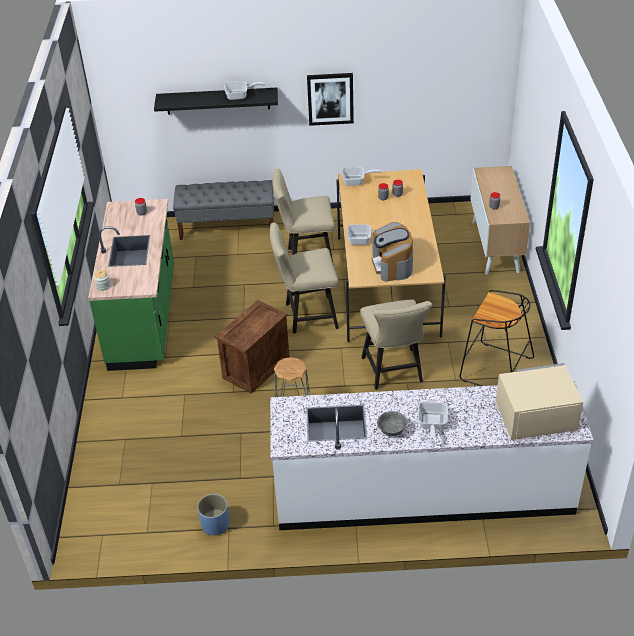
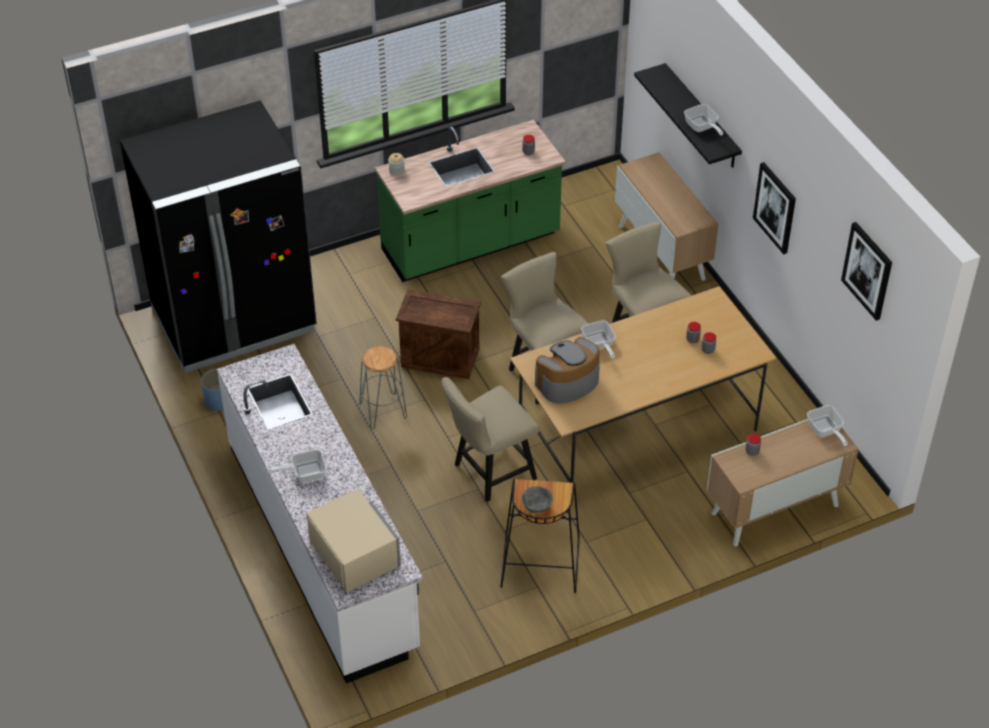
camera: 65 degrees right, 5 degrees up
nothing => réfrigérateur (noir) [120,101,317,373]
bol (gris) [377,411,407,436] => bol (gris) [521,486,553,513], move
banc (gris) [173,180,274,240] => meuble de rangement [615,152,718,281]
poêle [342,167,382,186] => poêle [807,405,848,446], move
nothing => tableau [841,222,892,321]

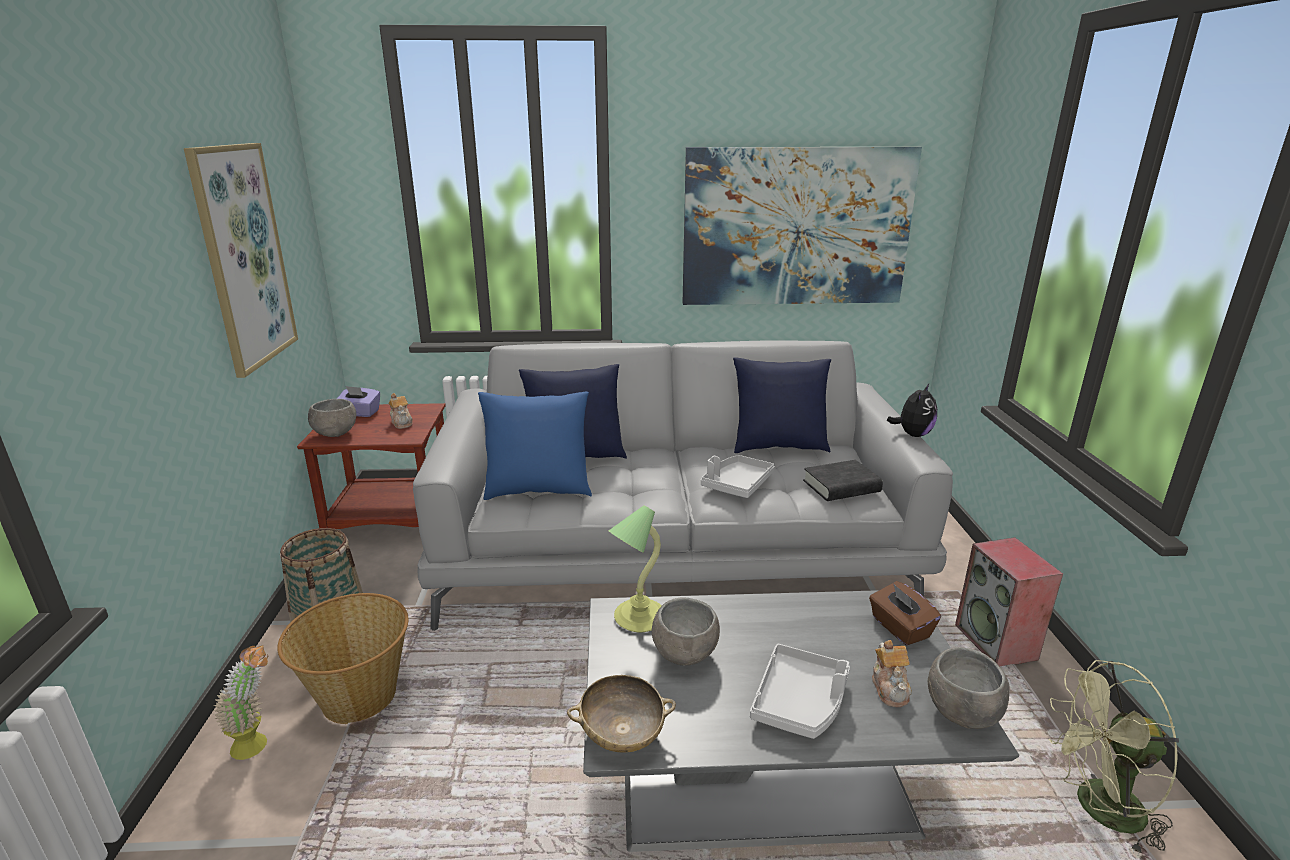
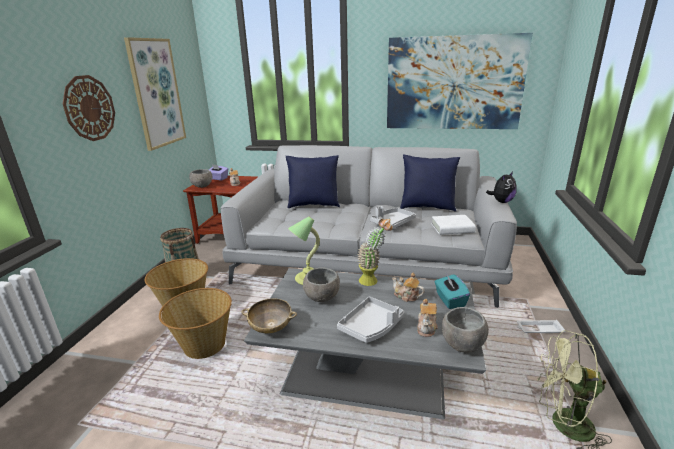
camera: 15 degrees right, 0 degrees up
nothing => horloge murale [63,75,115,141]
nothing => panier [159,288,232,359]
plante en pot [213,645,268,760] => plante en pot [357,218,393,286], move
nothing => théière [392,273,425,302]
livre (noir) [803,460,883,501] => livre (blanc) [431,215,476,235]
boîte à mouchoirs (marron) [869,581,941,645] => boîte à mouchoirs (turquoise) [435,274,470,309]
enceinte [955,537,1063,667] => plateau (blanc) [517,320,565,333]
coussin (bleu) [478,392,592,500] => nothing

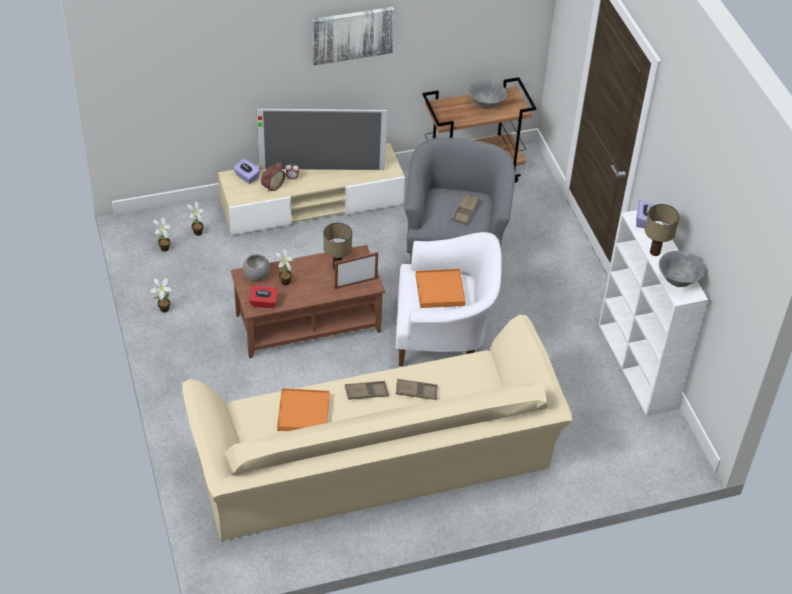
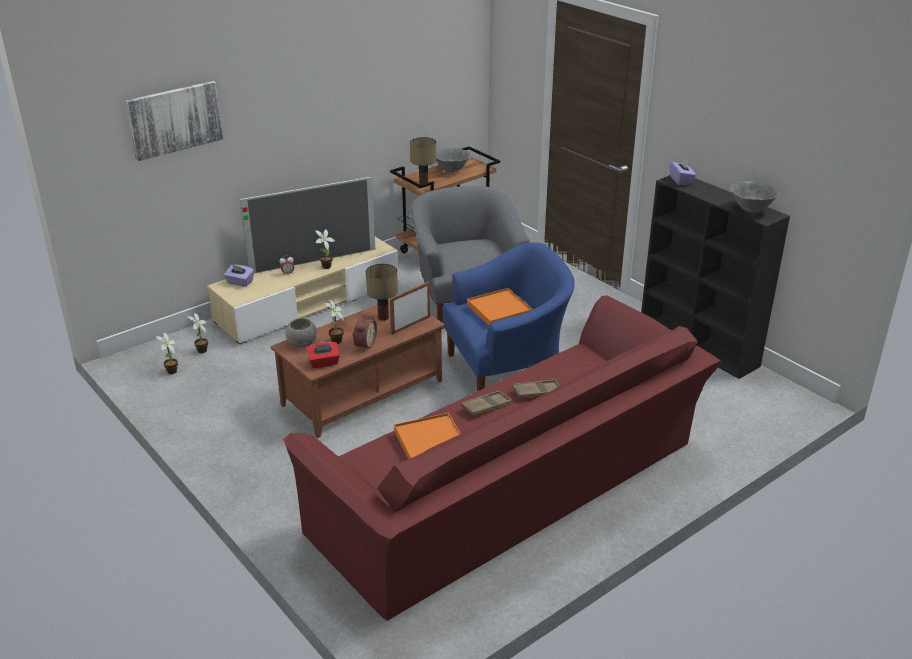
camera: 20 degrees left, 15 degrees down
tableau [312,7,395,65] => tableau [125,81,224,161], move
canapé (beige) [182,315,572,541] => canapé (rouge) [283,295,722,621]
plante en pot [150,277,173,313] => plante en pot [315,229,335,269], move
réveil [261,162,285,192] => réveil [352,311,377,351], move
lampe de table [645,204,679,256] => lampe de table [410,137,436,185], move
fauteuil (blanc) [395,232,502,366] => fauteuil (bleu) [442,242,575,391]
bibliothèque (blanc) [599,210,708,417] => bibliothèque (noir) [641,175,790,379]
plateau (marron) [452,193,480,225] => nothing

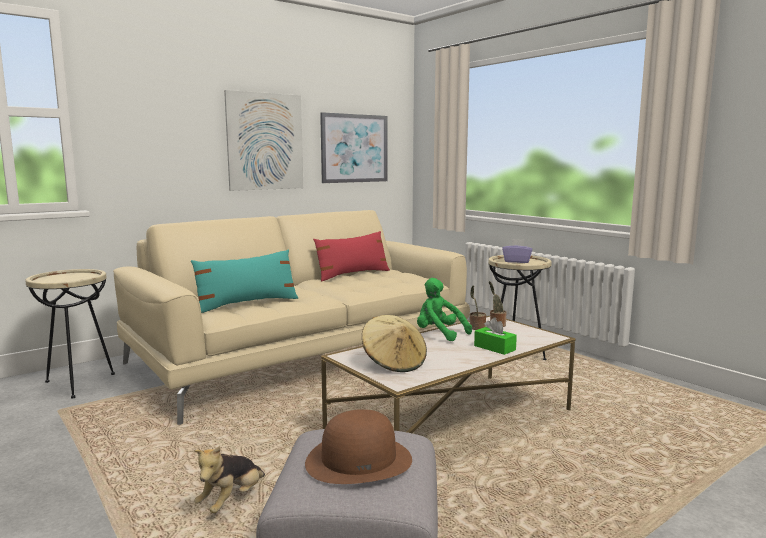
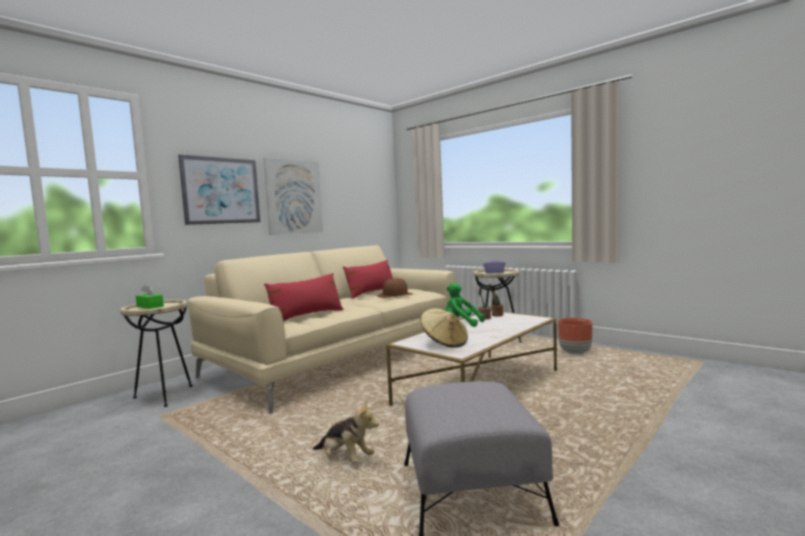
camera: 10 degrees left, 5 degrees down
boîte à mouchoirs (vert) [474,318,517,355] => boîte à mouchoirs (vert) [136,284,164,309], move
tableau [320,112,388,183] => tableau [178,155,260,225], move
coussin (turquoise) [191,249,298,313] => coussin (rouge) [264,273,344,321]
peluche [194,446,265,513] => peluche [313,400,379,463], 75 degrees counterclockwise
chapeau (marron) [305,409,412,484] => chapeau (marron) [377,278,413,298], move
nothing => cache-pot (marron) [558,318,592,355]

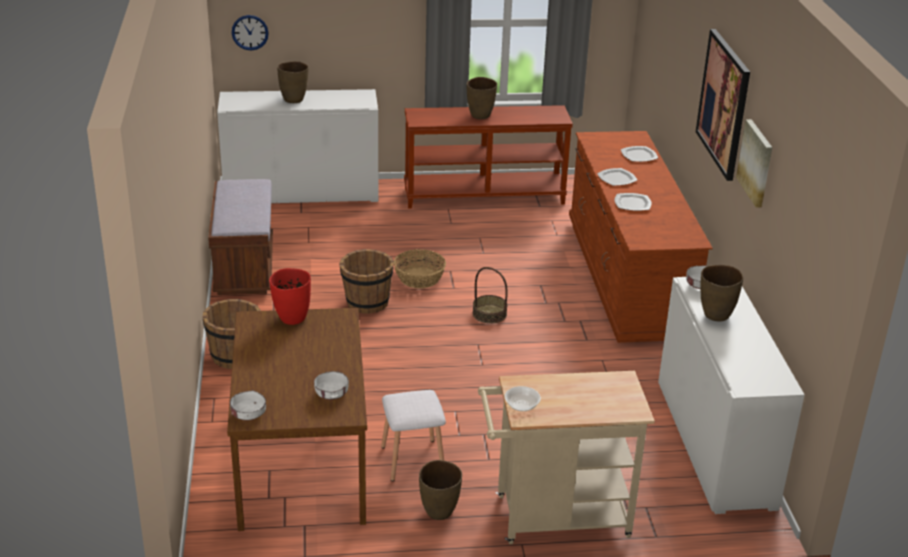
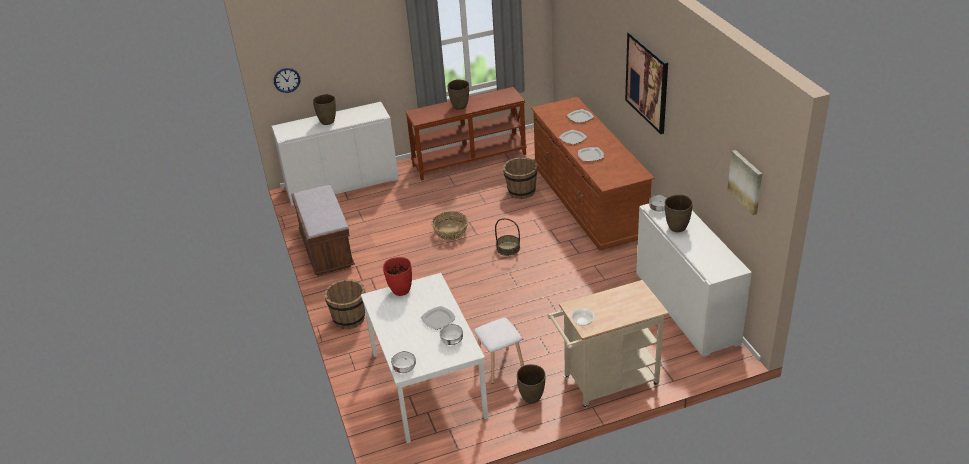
camera: 10 degrees left, 5 degrees up
table à manger (marron) [227,308,367,531] => table à manger (blanc) [361,273,488,443]
nothing => assiette [421,306,456,330]
seau (marron) [339,249,394,314] => seau (marron) [503,157,538,199], move
tableau [736,119,772,207] => tableau [727,150,762,215], move

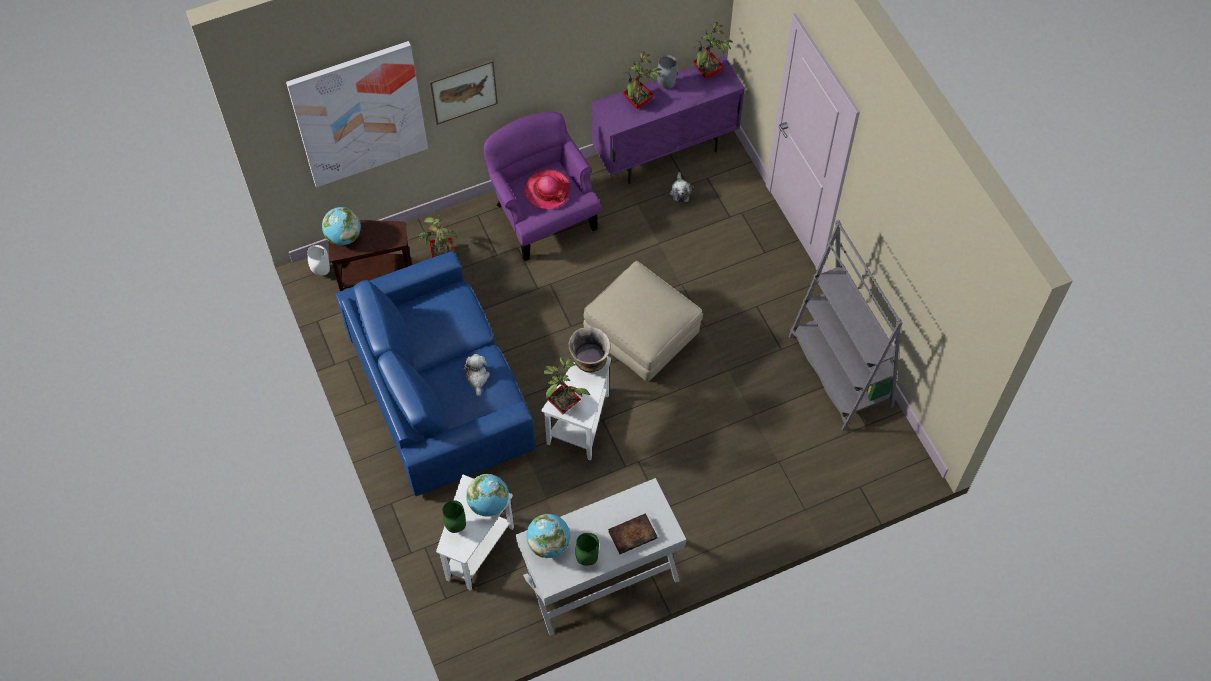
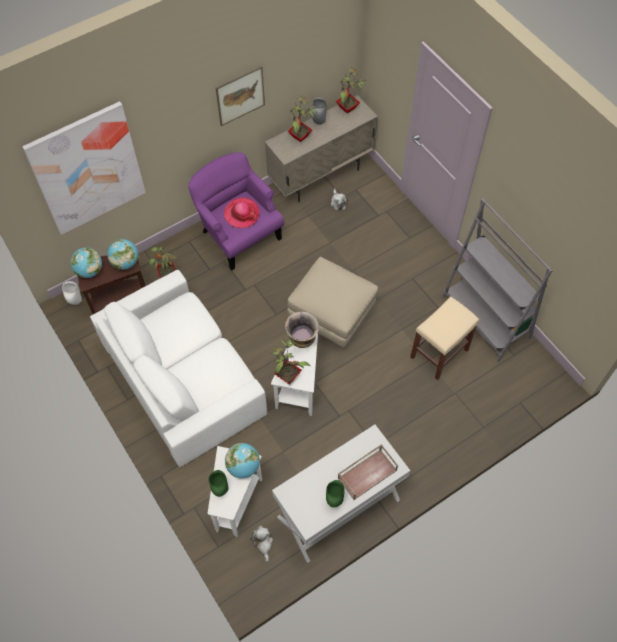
camera: 10 degrees left, 0 degrees up
canapé (bleu) [336,251,535,496] => canapé (blanc) [90,270,267,467]
globe [527,514,570,558] => globe [107,239,138,270], move
tableau [429,60,498,125] => tableau [216,66,265,126], move
peluche [463,354,490,396] => peluche [250,526,273,562], move
meuble de rangement (violet) [591,55,745,184] => meuble de rangement (beige) [265,95,378,202]
livre [608,513,658,554] => plateau (marron) [338,444,398,500]
nothing => tabouret (beige) [410,297,479,380]

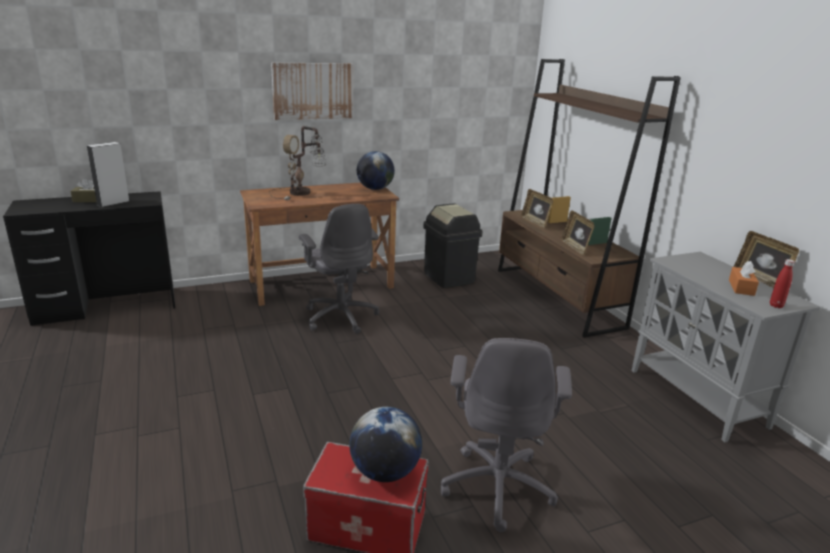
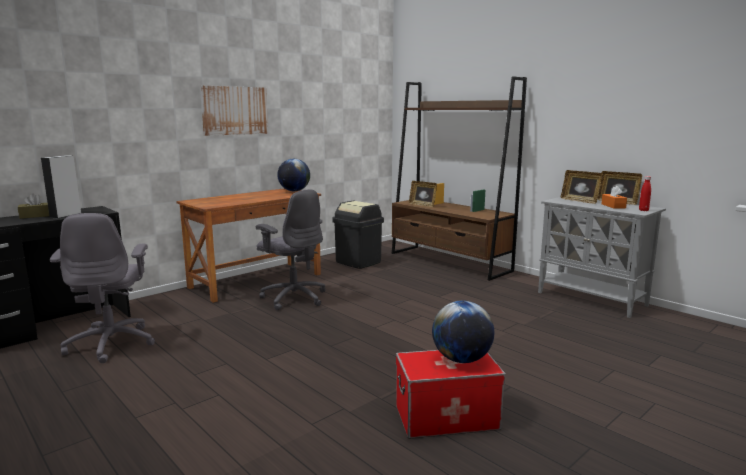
camera: 20 degrees left, 10 degrees down
chaise de bureau (gris) [440,338,572,532] => chaise de bureau (gris) [50,213,155,363], move
cadre photo [561,210,595,255] => cadre photo [561,170,602,204], move
lampe de table [269,126,325,200] => nothing

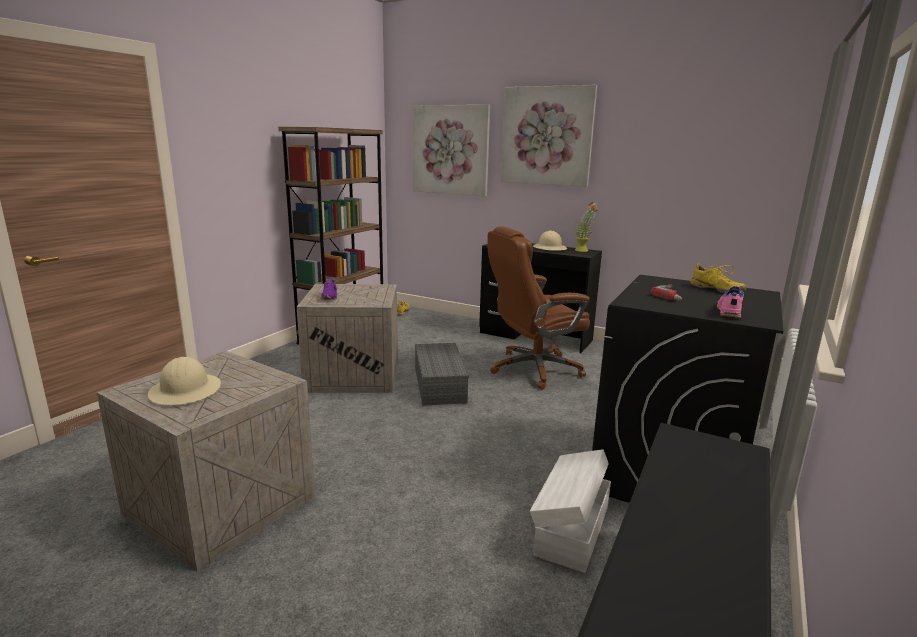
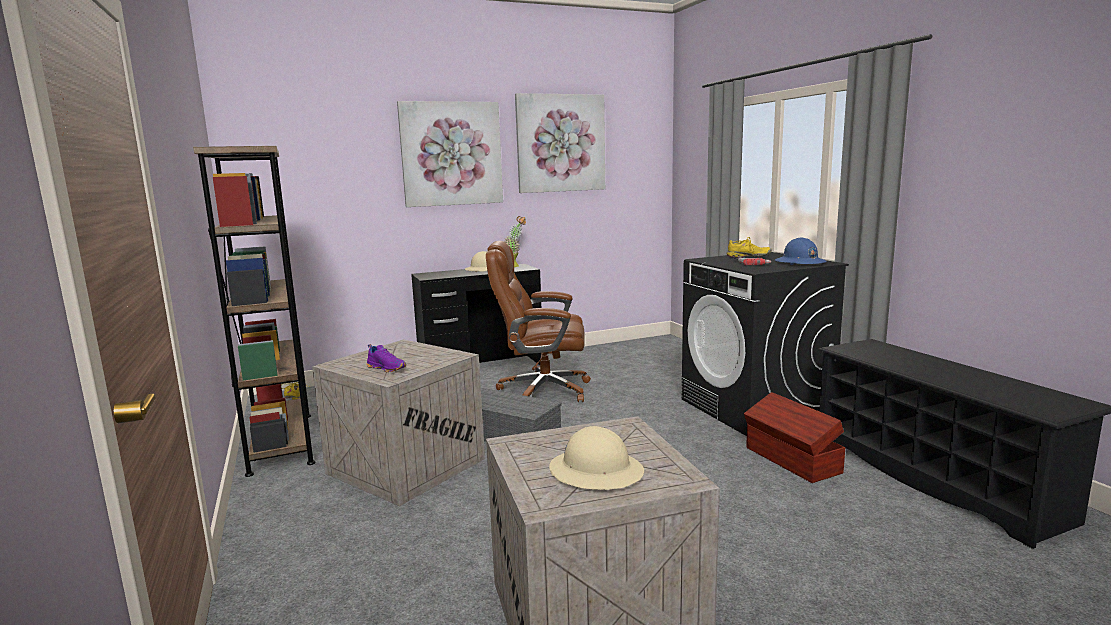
camera: 50 degrees left, 5 degrees down
chaise de bureau (marron) [487,226,590,389] => chaise de bureau (marron) [486,241,591,402], 75 degrees clockwise
tableau [413,105,490,196] => tableau [515,93,605,193], move
boîte de rangement (blanc) [530,449,611,573] => boîte de rangement (marron) [744,392,846,483]
chaussure (rose) [717,286,744,318] => casque de chantier (bleu) [775,238,827,265]

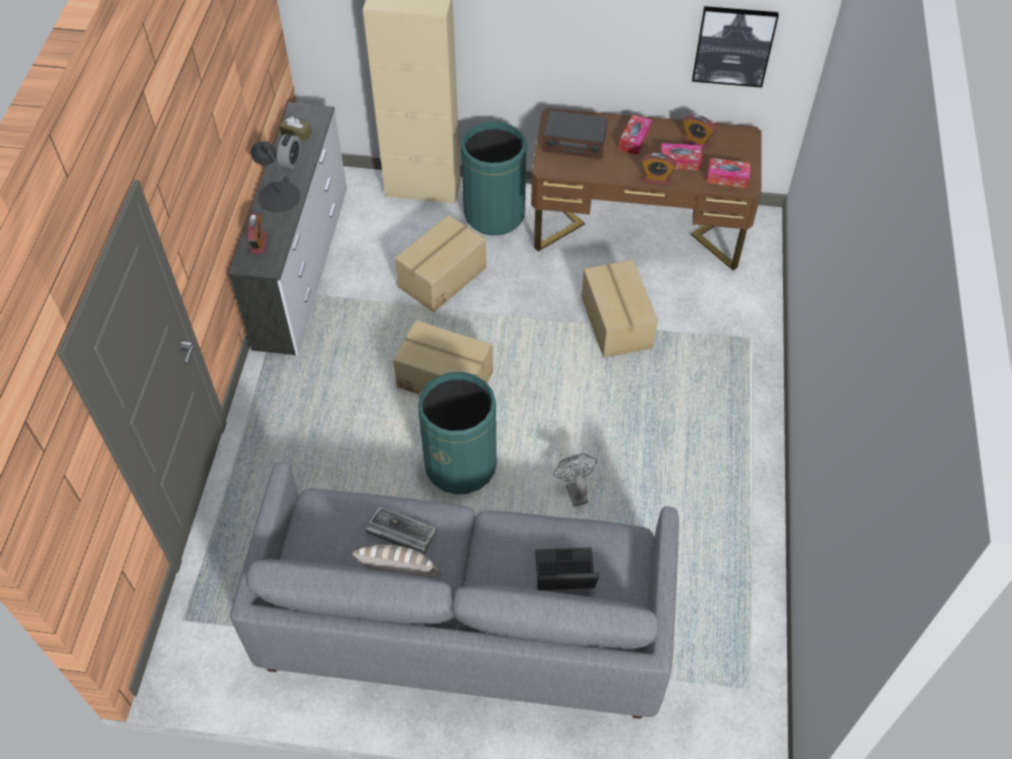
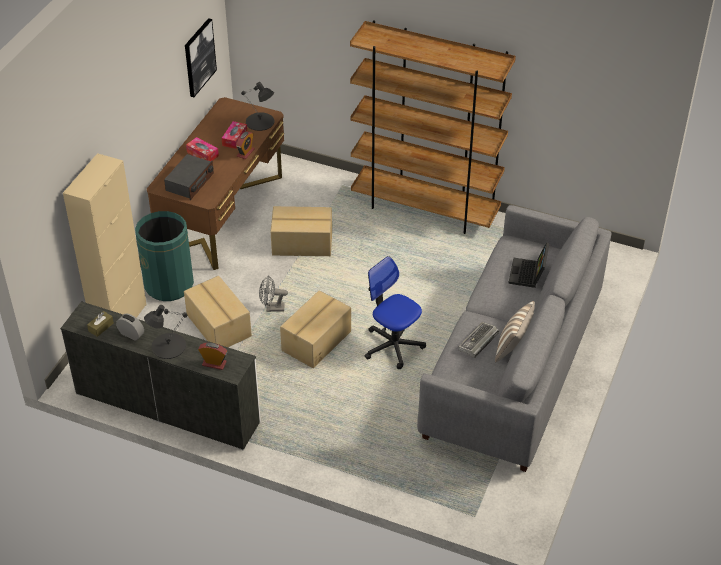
camera: 75 degrees left, 10 degrees down
boîte à mouchoirs [706,158,751,188] => lampe de table (noir) [241,82,274,131]
ventilateur (gris) [553,454,597,507] => ventilateur (gris) [259,275,288,312], move
nothing => bibliothèque (marron) [350,20,516,234]
poubelle (vert) [418,372,497,494] => chaise de bureau [365,256,426,369]
réveil [683,115,716,150] => nothing

